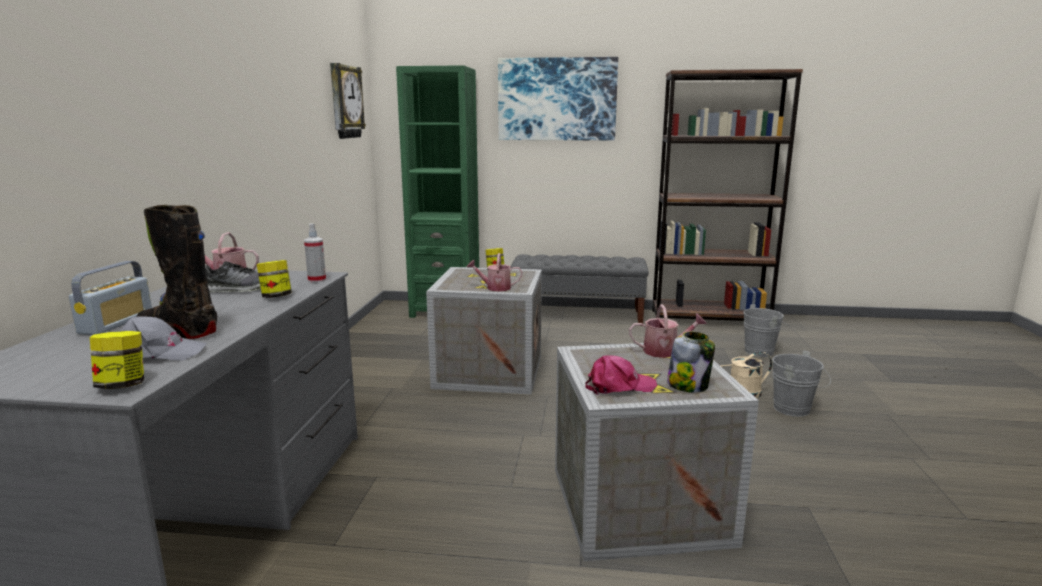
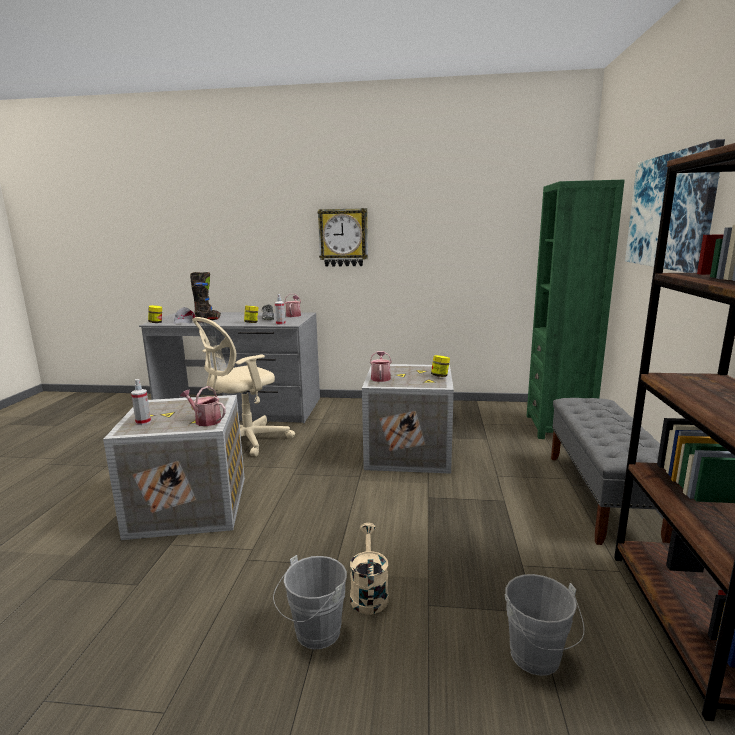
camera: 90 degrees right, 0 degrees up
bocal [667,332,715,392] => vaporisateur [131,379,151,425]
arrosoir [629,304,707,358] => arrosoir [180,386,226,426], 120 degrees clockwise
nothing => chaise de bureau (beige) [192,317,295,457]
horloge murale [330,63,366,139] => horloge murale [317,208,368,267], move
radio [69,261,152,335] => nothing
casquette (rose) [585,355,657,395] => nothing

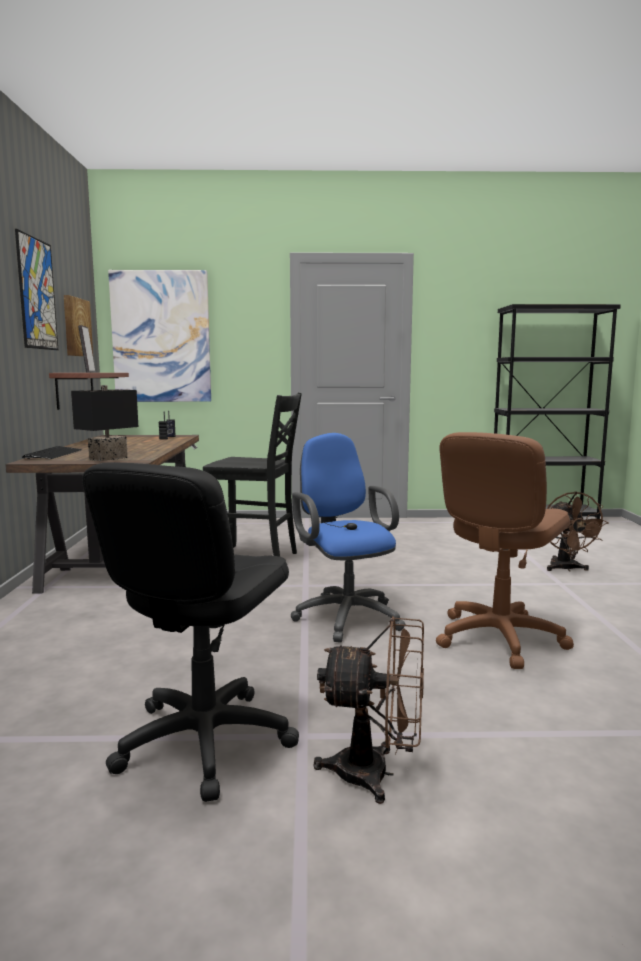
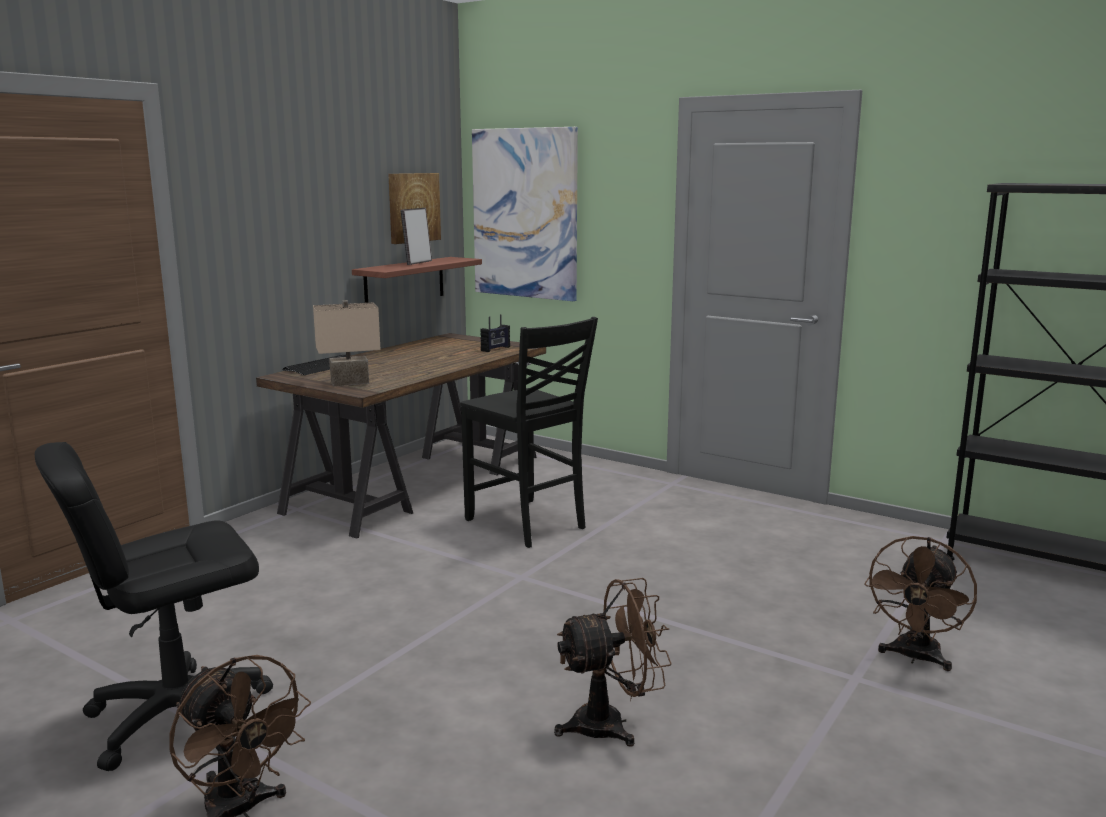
camera: 35 degrees right, 5 degrees up
lampe de table (noir) [71,385,138,461] => lampe de table (beige) [313,300,381,386]
chaise de bureau (marron) [436,432,574,669] => ventilateur (marron) [554,578,672,747]
tableau [15,229,58,350] => nothing
chaise de bureau (bleu) [291,433,406,642] => nothing

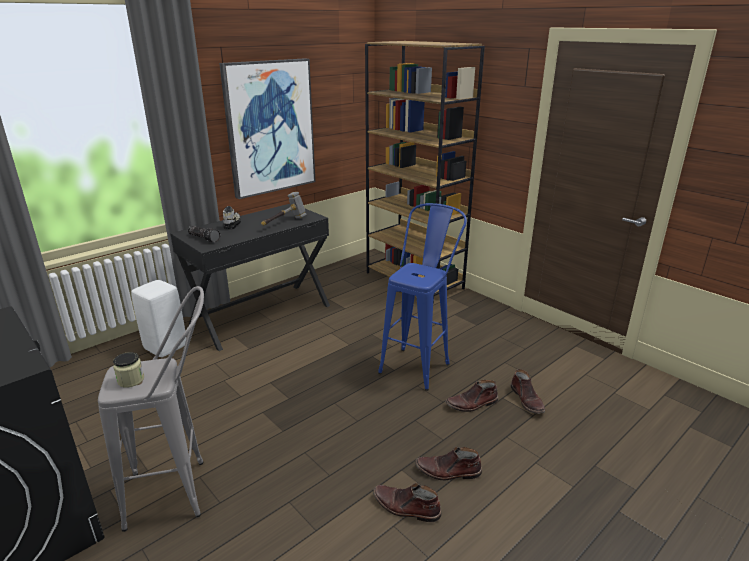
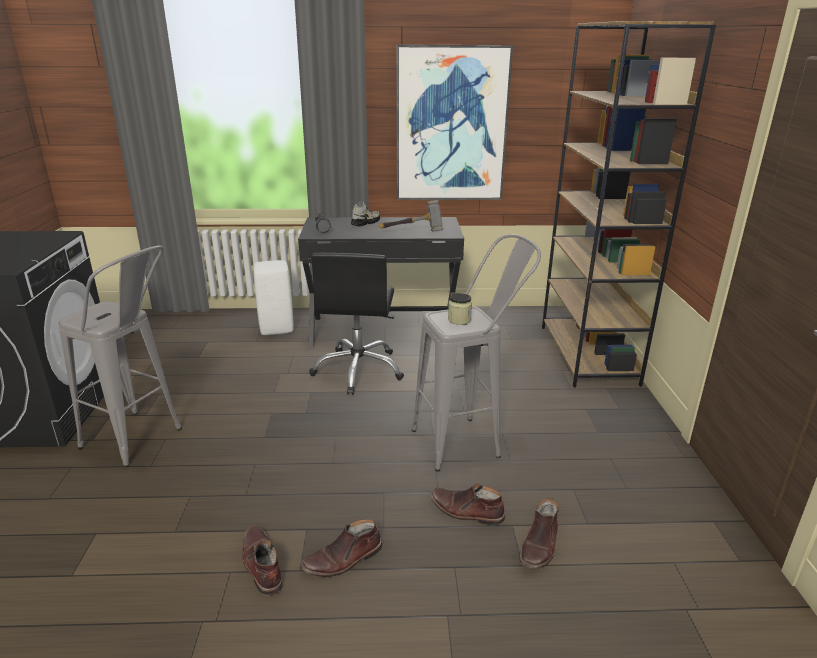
camera: 40 degrees right, 0 degrees up
botte (marron) [415,446,482,480] => botte (marron) [300,519,382,577], 75 degrees counterclockwise
nothing => chaise de bureau (noir) [309,253,404,395]
tabouret (bleu) [378,203,467,391] => tabouret (gris) [412,234,541,472]
bocal [113,352,144,388] => bocal [448,293,472,325], move

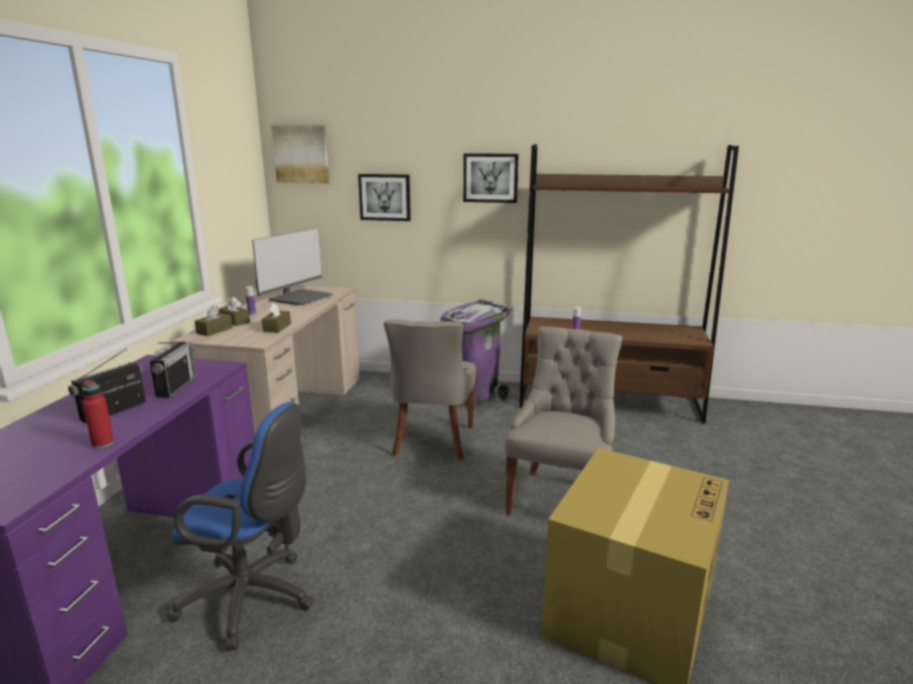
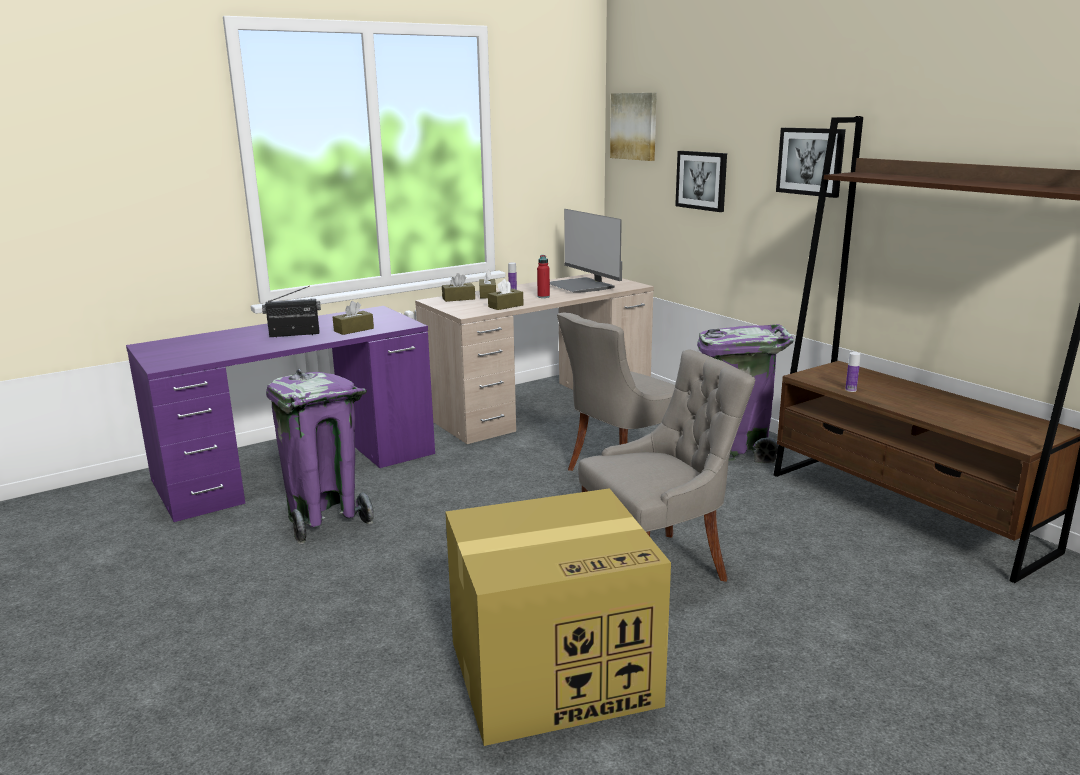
camera: 45 degrees right, 0 degrees up
chaise de bureau (bleu) [168,402,313,650] => poubelle (violet) [266,369,374,544]
radio [150,341,197,398] => boîte à mouchoirs (marron) [333,301,374,335]
bouteille (rouge) [82,380,114,448] => bouteille (rouge) [537,255,550,298], move
écran d'ordinateur [252,228,333,305] => écran d'ordinateur [550,209,622,293], 75 degrees clockwise

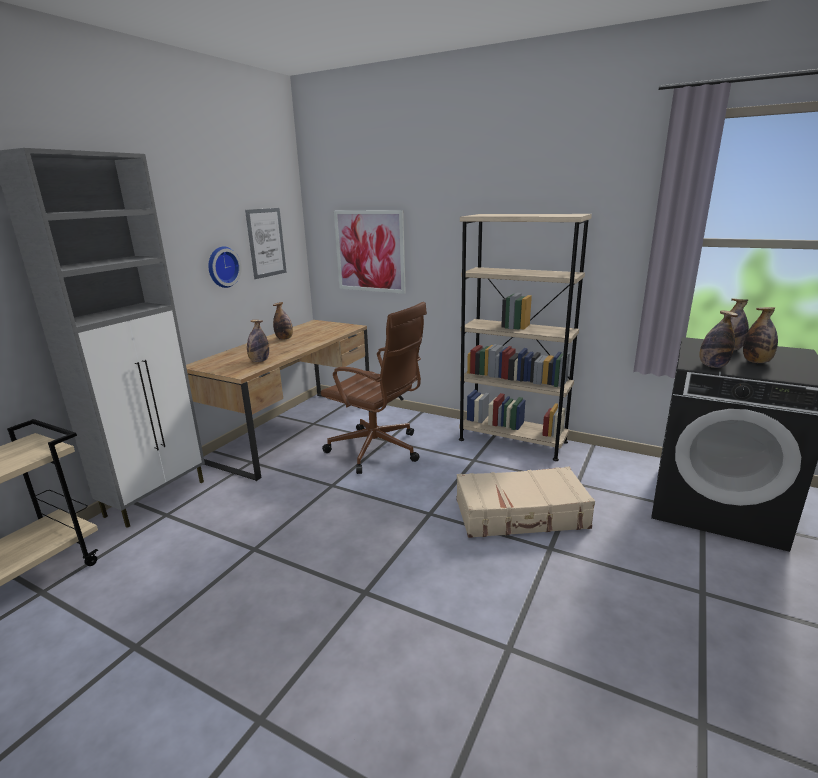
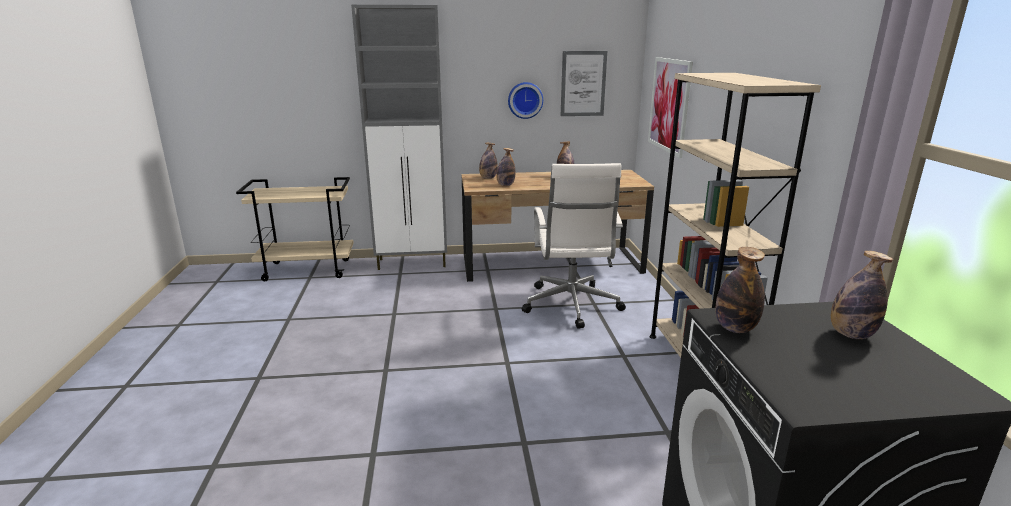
camera: 55 degrees right, 0 degrees up
bouteille [743,307,778,363] => bouteille [479,143,498,179], move
chaise de bureau (marron) [321,302,427,474] => chaise de bureau (blanc) [522,163,626,329]
valise (beige) [456,467,595,538] => nothing

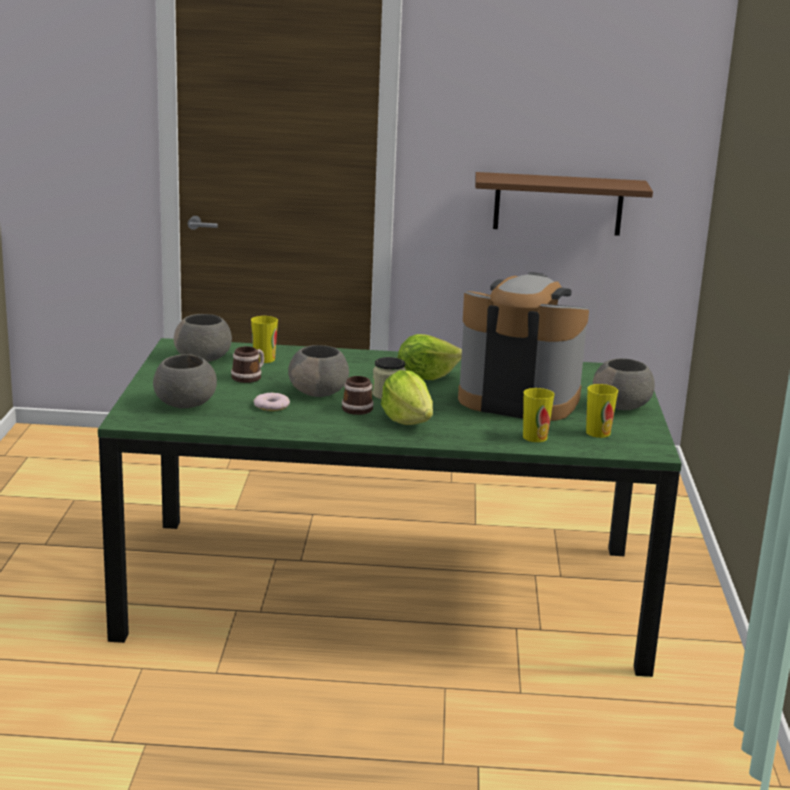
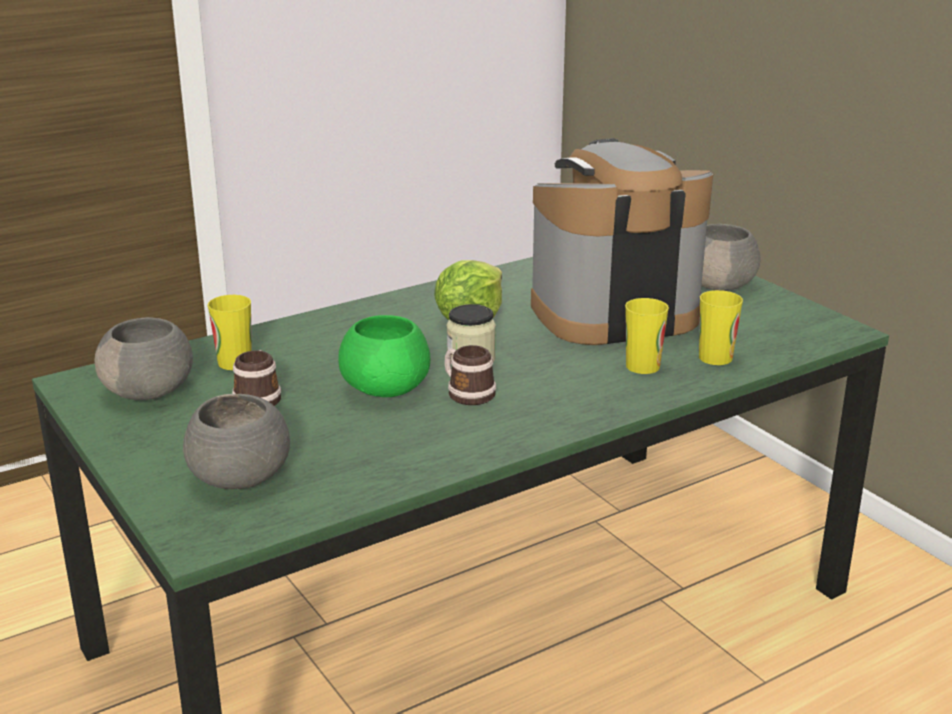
camera: 35 degrees left, 5 degrees up
bol (gris) [288,345,349,397] => bol (vert) [338,315,430,397]
tasse [586,384,618,438] => tasse [625,298,669,374], move
beignet [253,393,290,411] => nothing
laitue [381,370,433,425] => nothing
étagère (marron) [475,172,653,236] => nothing

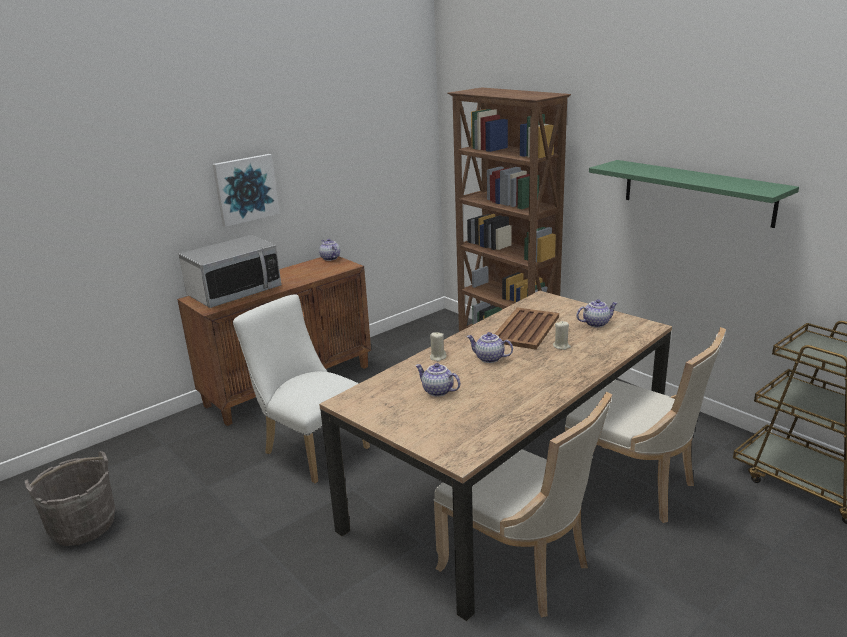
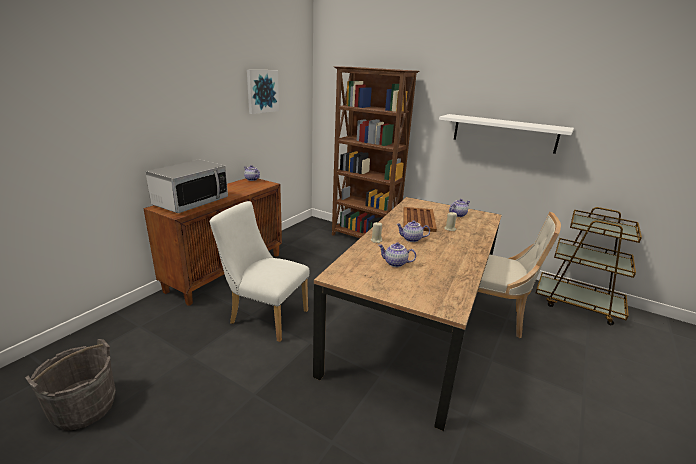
camera: 20 degrees left, 0 degrees up
tableau [213,154,280,227] => tableau [247,70,279,114], move
étagère (vert) [589,160,799,228] => étagère (blanc) [439,114,574,154]
chaise (beige) [434,392,612,618] => nothing

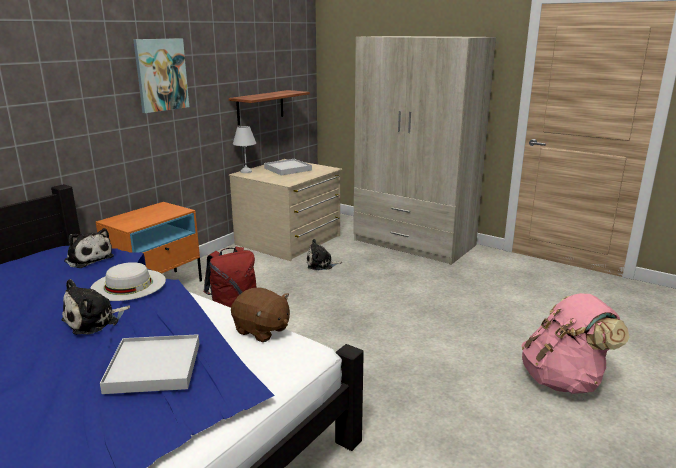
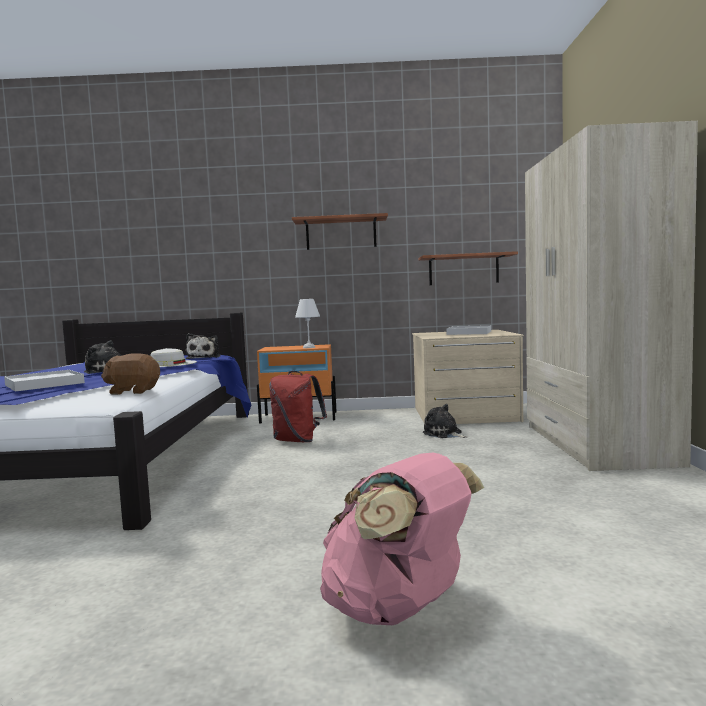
camera: 55 degrees right, 15 degrees down
peluche (marron) [231,288,290,342] => peluche (marron) [101,353,160,395], 90 degrees clockwise
tableau [133,38,189,113] => étagère [292,213,388,250]
lampe de table (blanc) [233,126,256,173] => lampe de table (blanc) [295,299,320,348], move

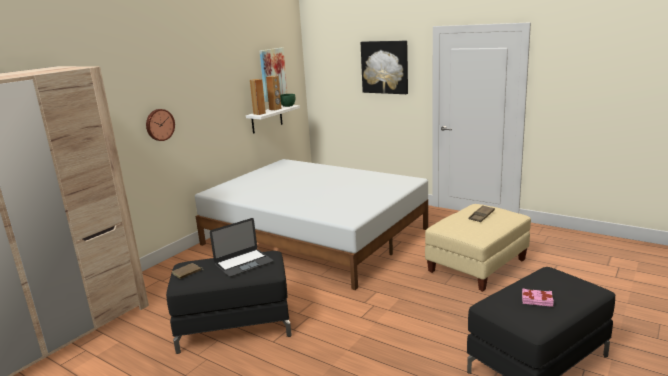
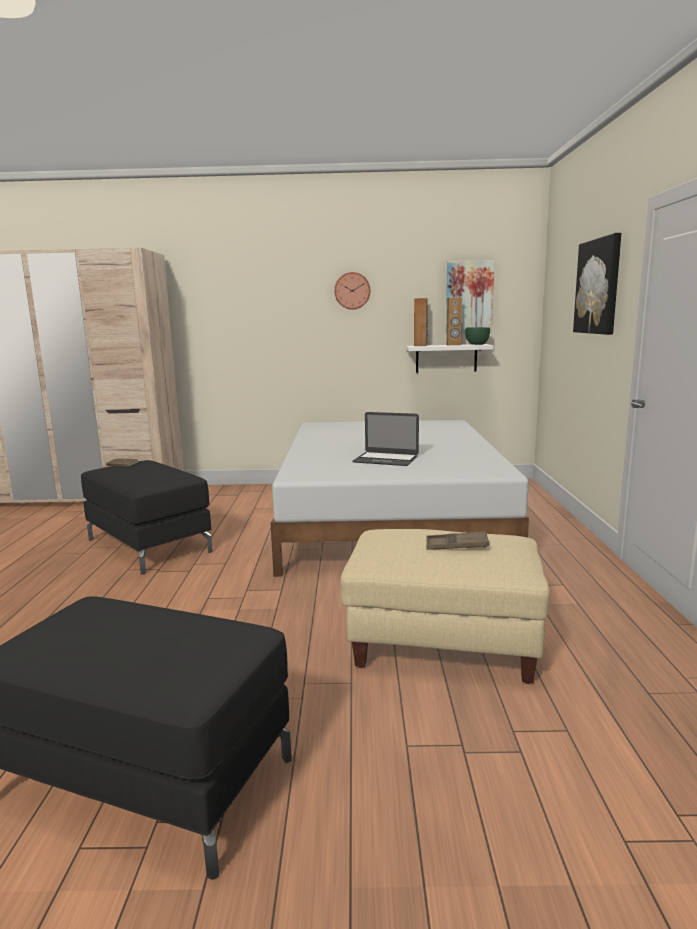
camera: 55 degrees right, 5 degrees down
horloge murale [146,109,175,141] => horloge murale [334,272,370,310], move
ordinateur portable [210,218,273,277] => ordinateur portable [352,412,419,466], move
livre (rose) [522,288,554,307] => nothing

